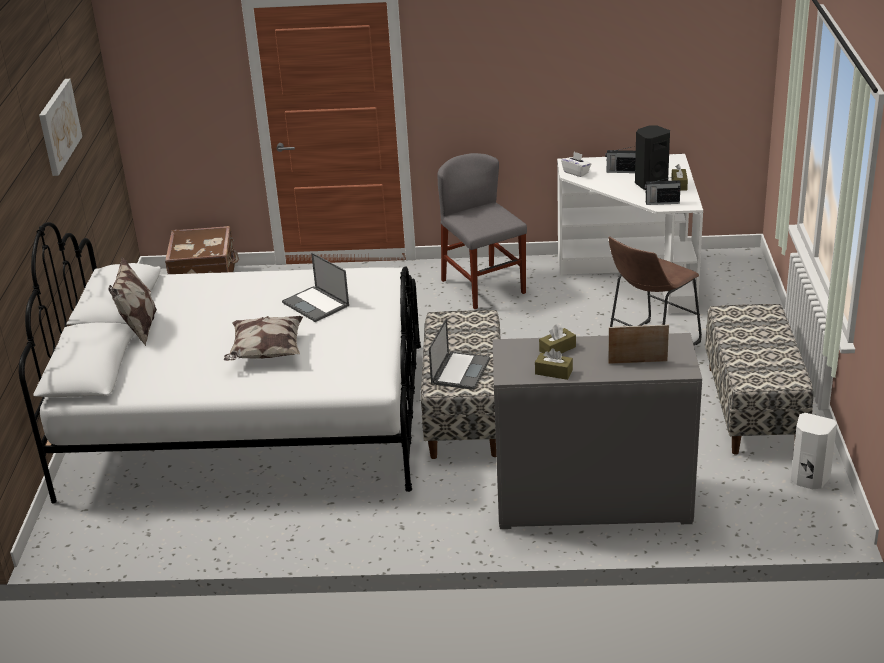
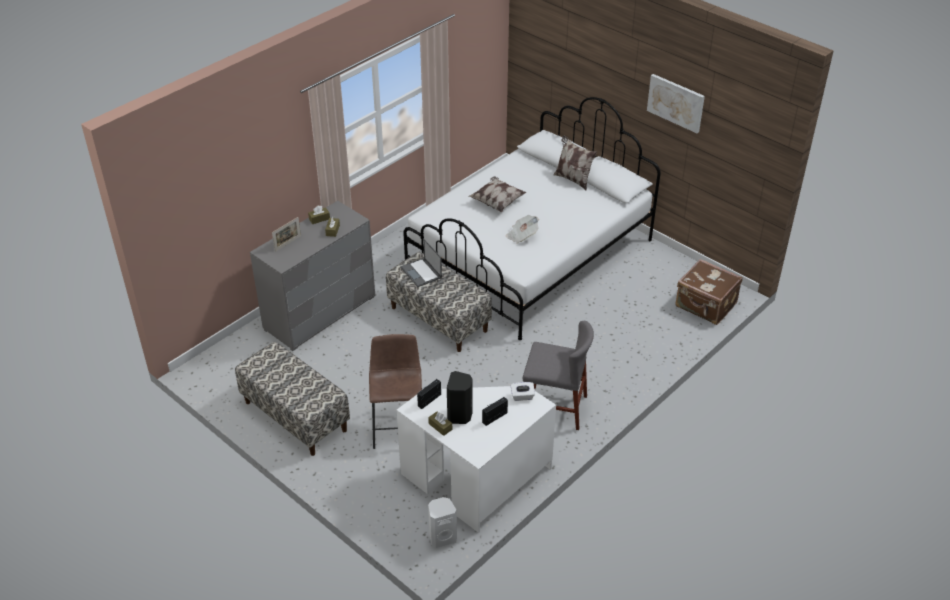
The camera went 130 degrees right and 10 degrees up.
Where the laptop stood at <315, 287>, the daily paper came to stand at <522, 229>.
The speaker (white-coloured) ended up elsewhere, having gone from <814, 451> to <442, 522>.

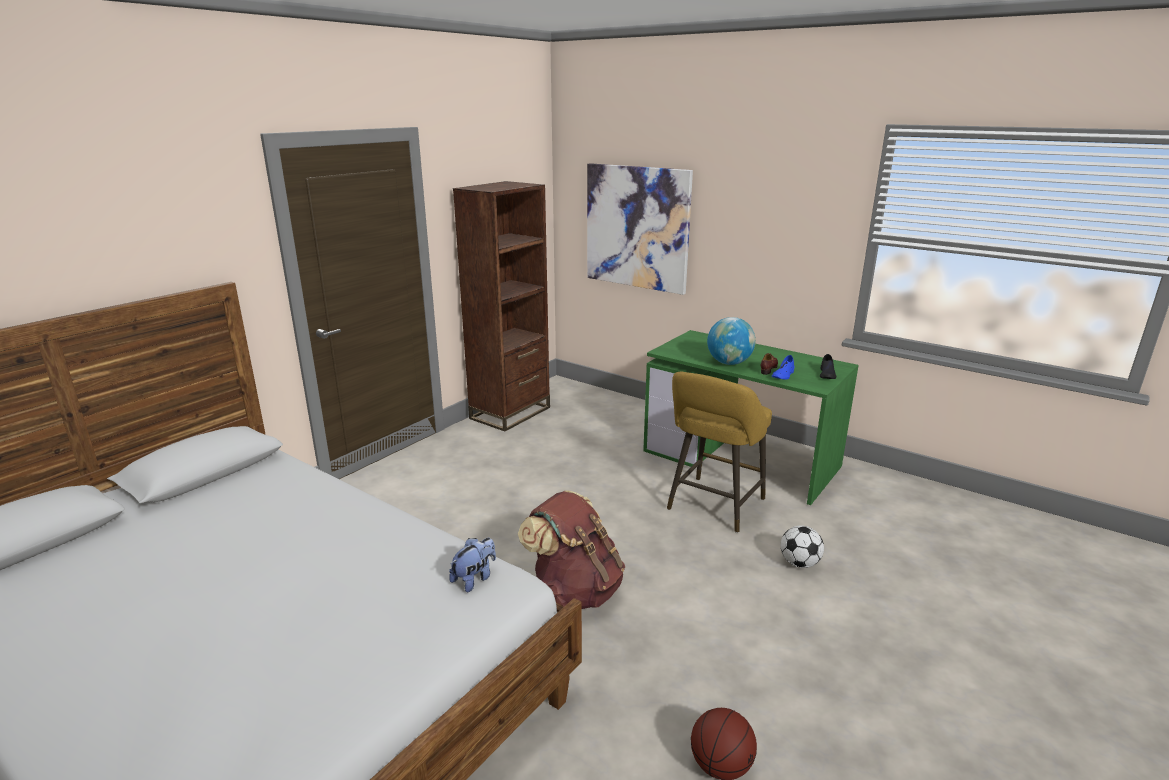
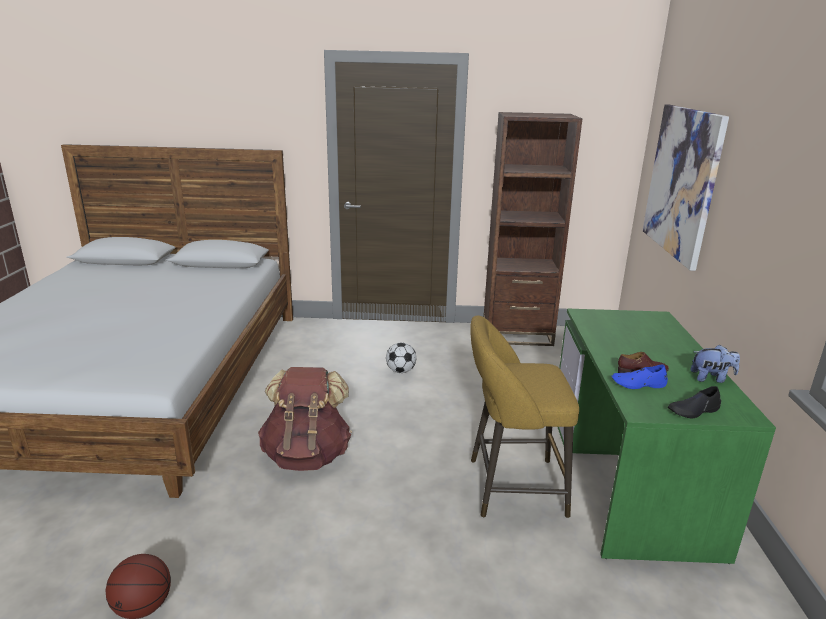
The camera went 55 degrees right and 0 degrees up.
The second view lost the desk globe at <731, 341>.
The ball for football ended up elsewhere, having gone from <802, 546> to <401, 358>.
The plush toy ended up elsewhere, having gone from <472, 565> to <715, 364>.

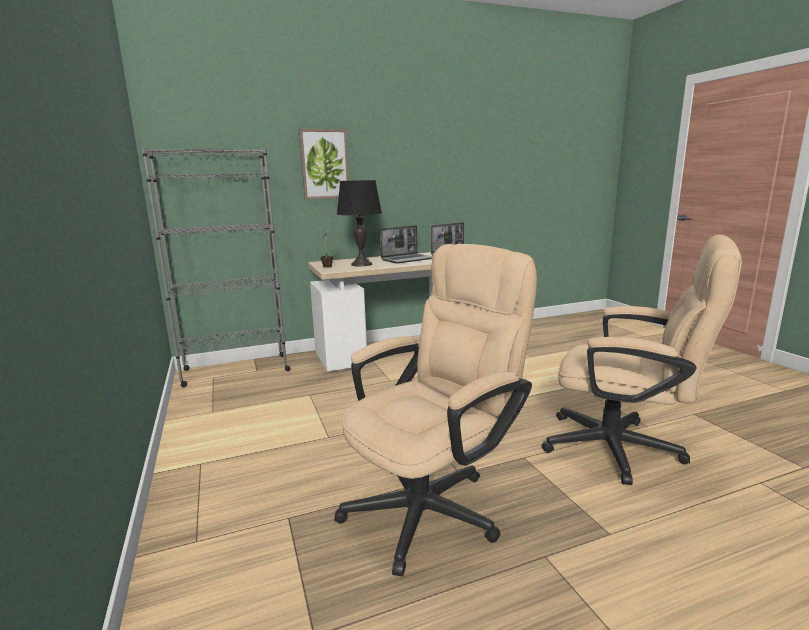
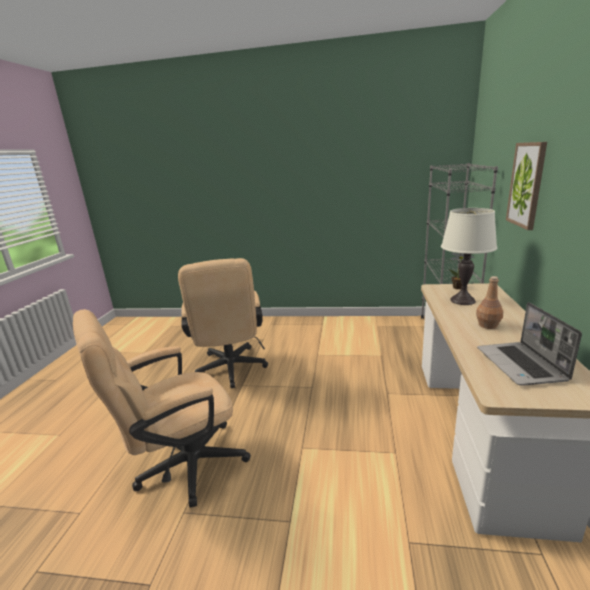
The camera went 120 degrees right and 5 degrees up.
What was the tabletop lamp (black-coloured) at <359, 223> turned into the tabletop lamp (white-coloured) at <469, 256>.
Where the laptop stood at <406, 244>, the drink bottle (brown-coloured) came to stand at <489, 302>.

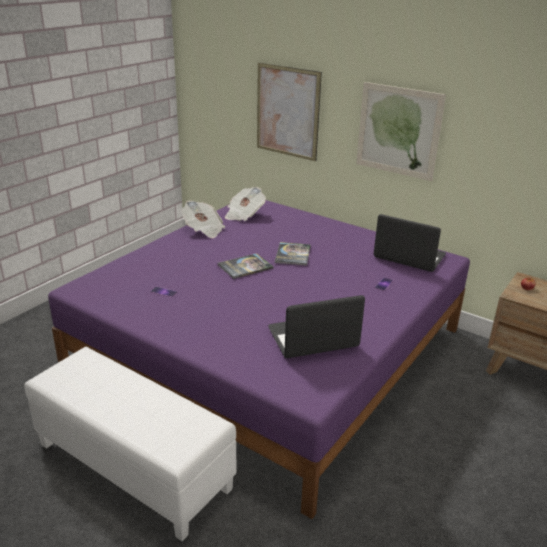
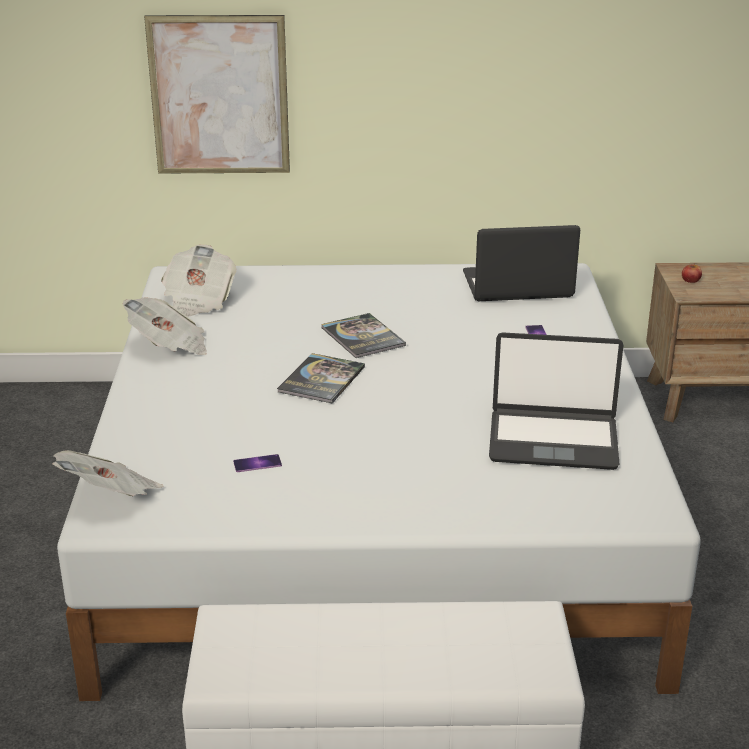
The camera went 35 degrees left and 0 degrees up.
The second view lost the wall art at <401, 131>.
What was the sleeping bed (purplish) at <259, 359> turned into the sleeping bed (white-coloured) at <379, 482>.
The laptop at <316, 326> ended up facing another way, 120 degrees counterclockwise from before.
The second view gained the daily paper at <107, 473>.

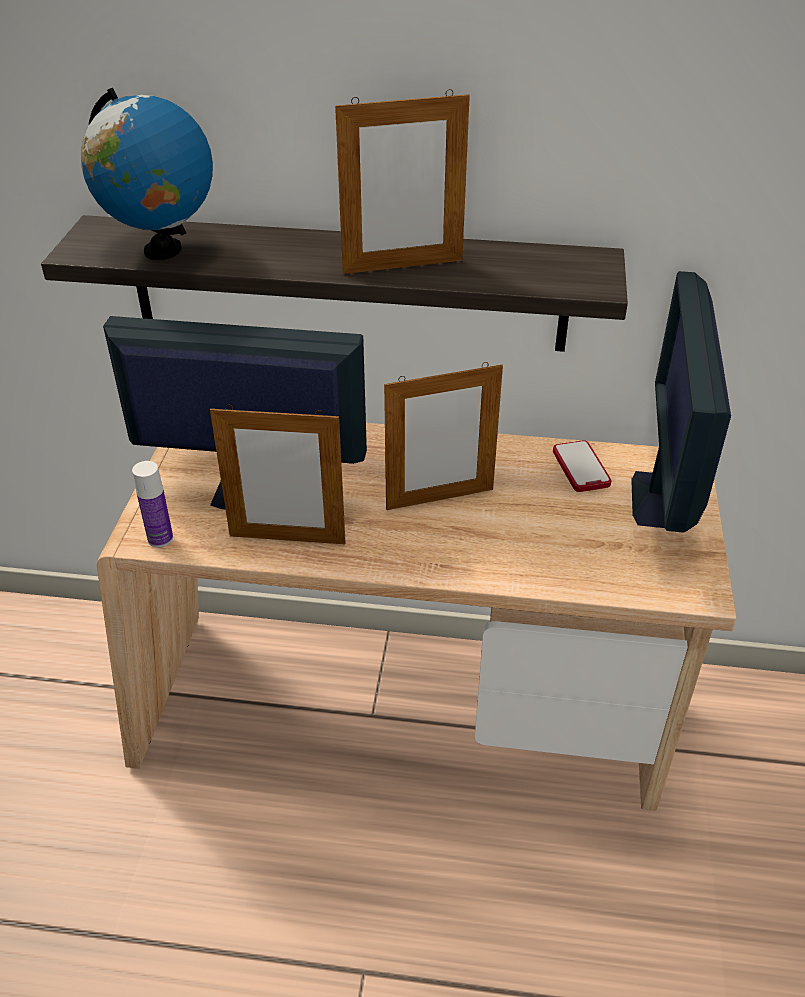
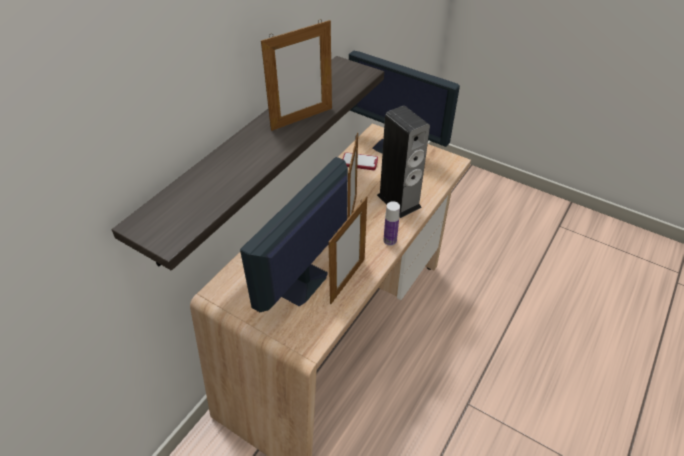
The camera went 65 degrees left and 5 degrees up.
The second view lost the desk globe at <147, 173>.
The picture frame at <402, 181> ended up facing another way, 45 degrees clockwise from before.
The drink bottle ended up elsewhere, having gone from <152, 504> to <391, 223>.
The second view gained the speaker at <403, 161>.

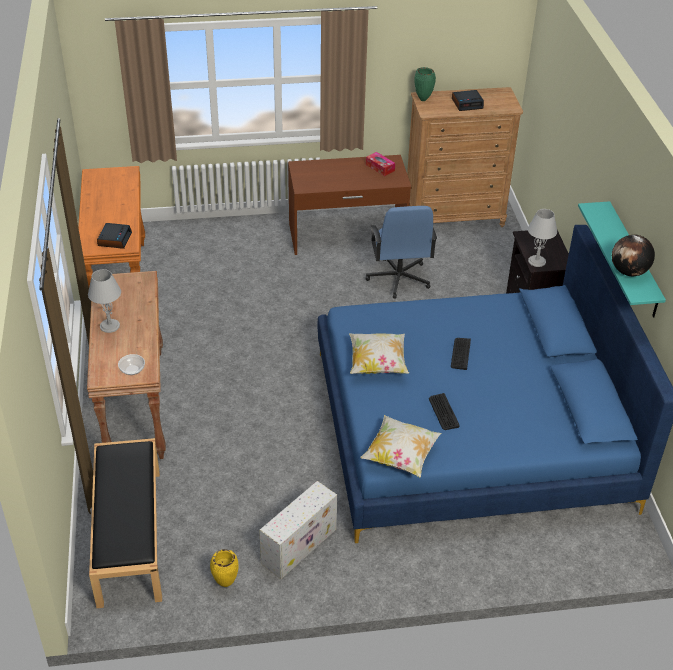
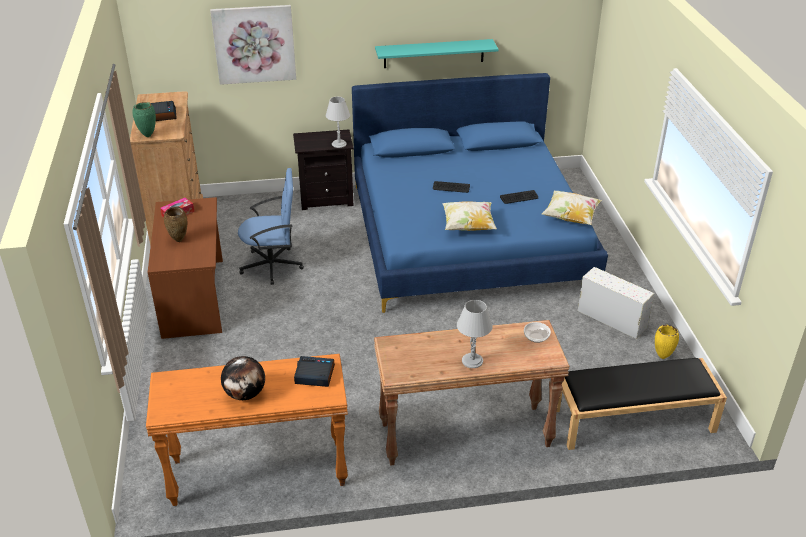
The camera went 90 degrees left and 5 degrees down.
The desk globe ended up elsewhere, having gone from <633, 255> to <243, 378>.
The second view gained the wall art at <253, 45>.
The second view gained the decorative vase (brown-coloured) at <175, 224>.

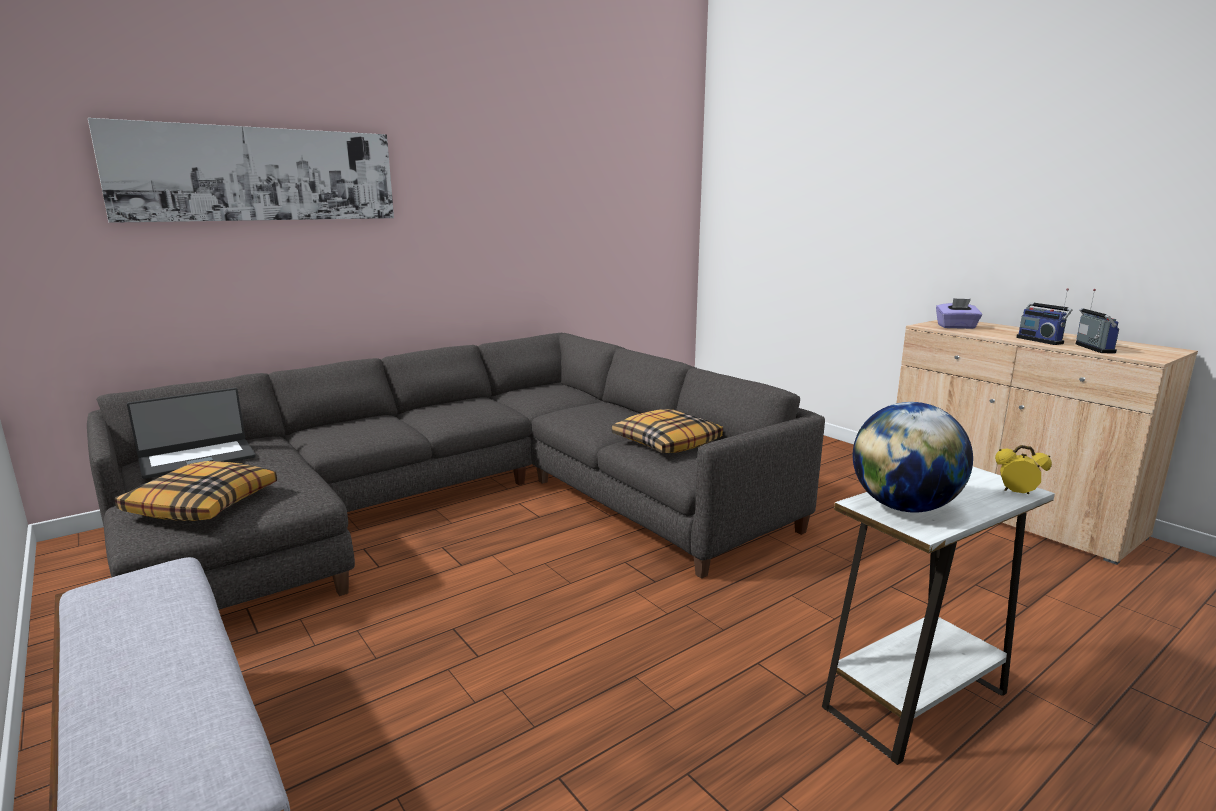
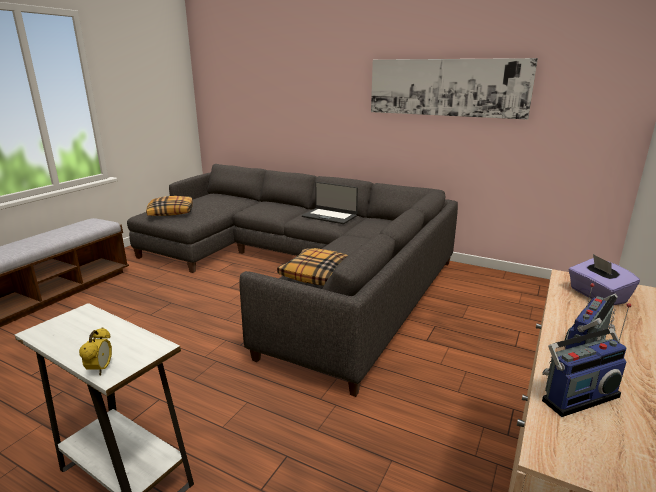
The camera went 65 degrees right and 5 degrees up.
The wall art ended up elsewhere, having gone from <241, 170> to <454, 89>.
The laptop ended up elsewhere, having gone from <191, 433> to <330, 203>.
The second view lost the desk globe at <913, 457>.

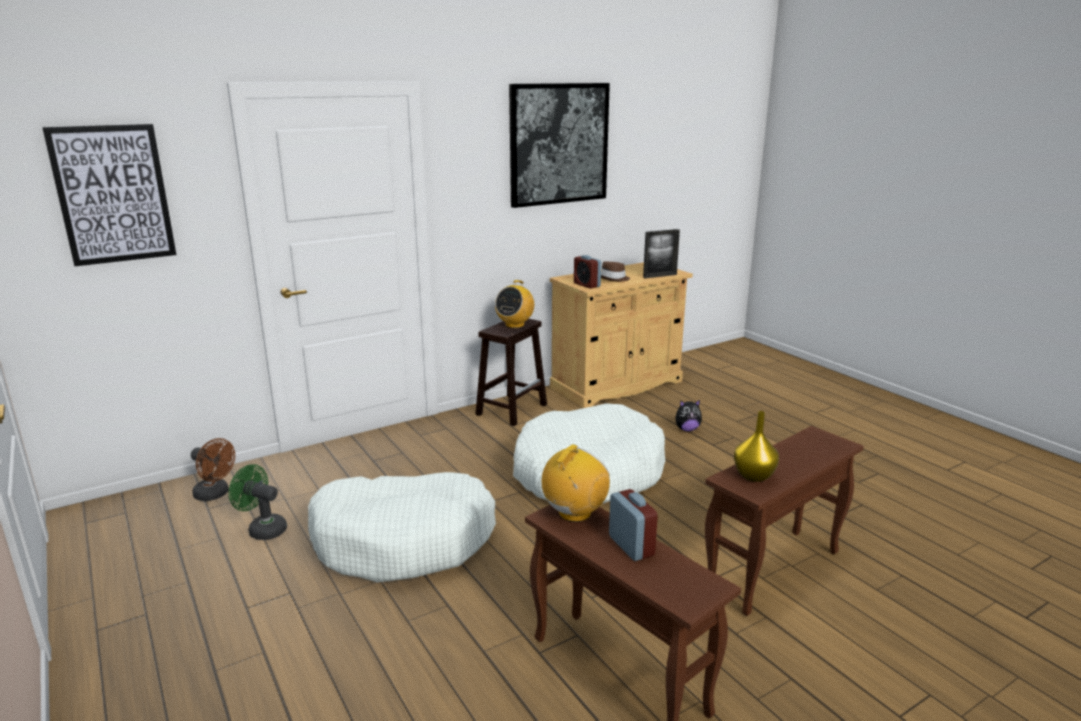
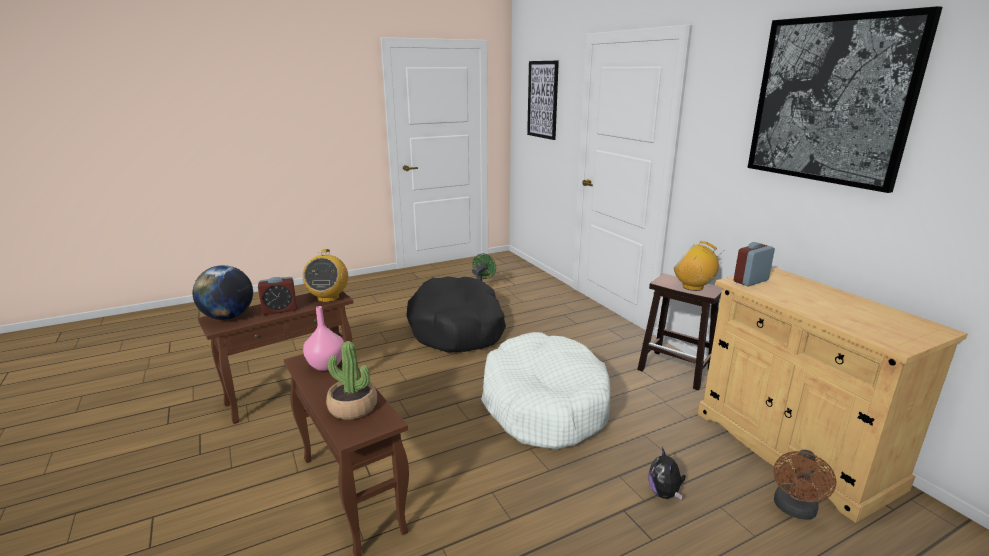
The camera went 95 degrees right and 0 degrees up.
The second view lost the picture frame at <661, 253>.
The second view lost the clothing hat (brown-coloured) at <615, 271>.
What was the decorative vase (yellowish) at <756, 446> turned into the decorative vase (pinkish) at <323, 338>.
The cooling fan (brown-coloured) ended up elsewhere, having gone from <213, 469> to <805, 485>.
The radio receiver at <576, 483> ended up facing another way, 45 degrees clockwise from before.
What was the dog cushion (white-coloured) at <402, 527> turned into the dog cushion (black-coloured) at <456, 314>.
The second view gained the desk globe at <222, 292>.
The second view gained the houseplant at <351, 380>.

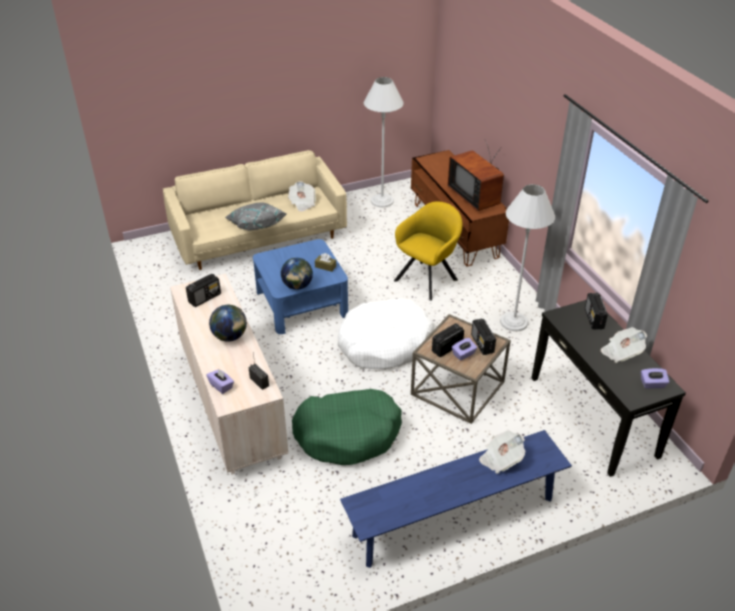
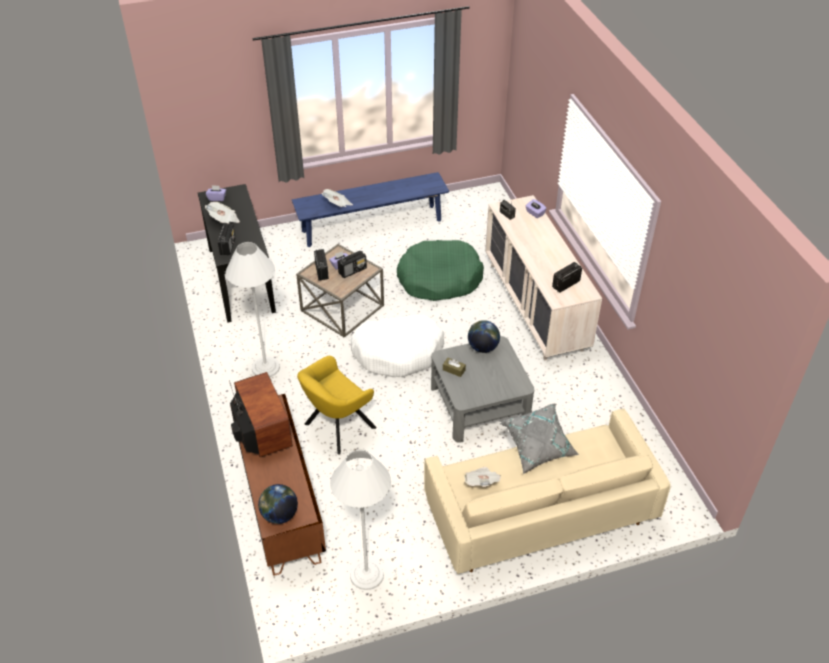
The camera went 175 degrees left and 5 degrees up.
What was the low table (blue-coloured) at <300, 286> turned into the low table (gray) at <482, 389>.
The desk globe ended up elsewhere, having gone from <228, 323> to <278, 504>.

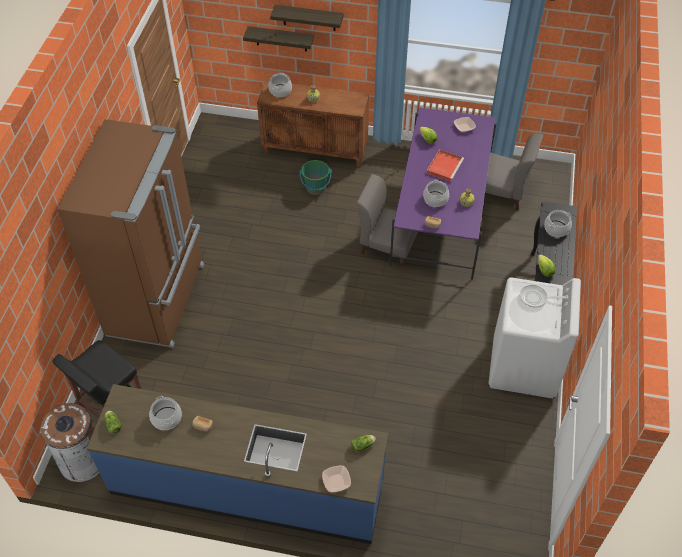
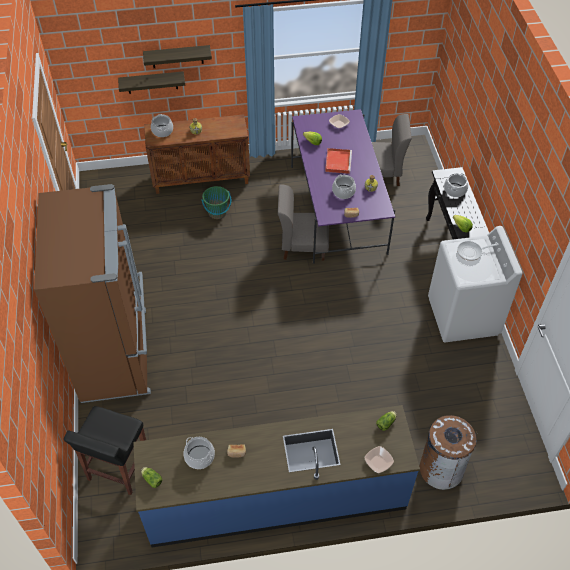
The camera went 20 degrees left and 0 degrees up.
The trash can (brown-coloured) ended up elsewhere, having gone from <69, 442> to <448, 452>.

